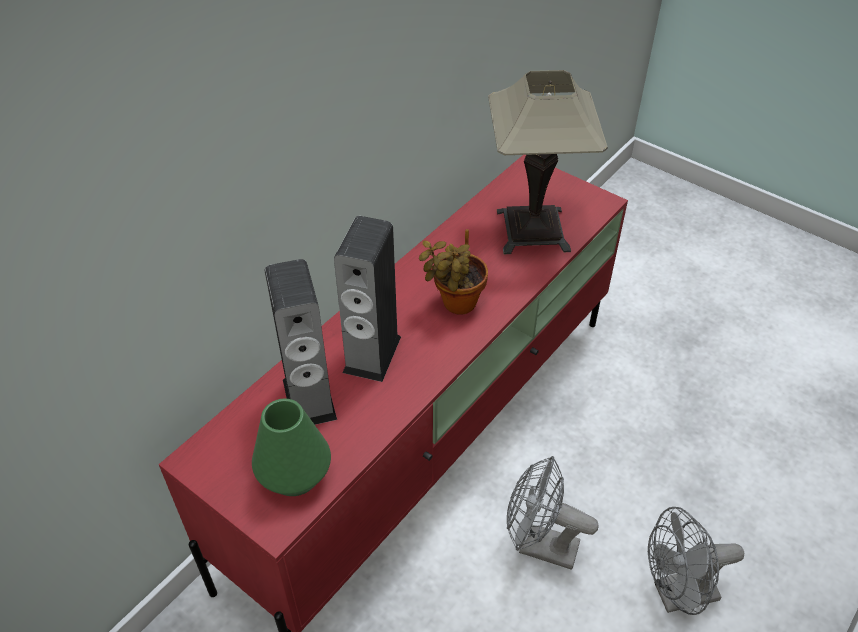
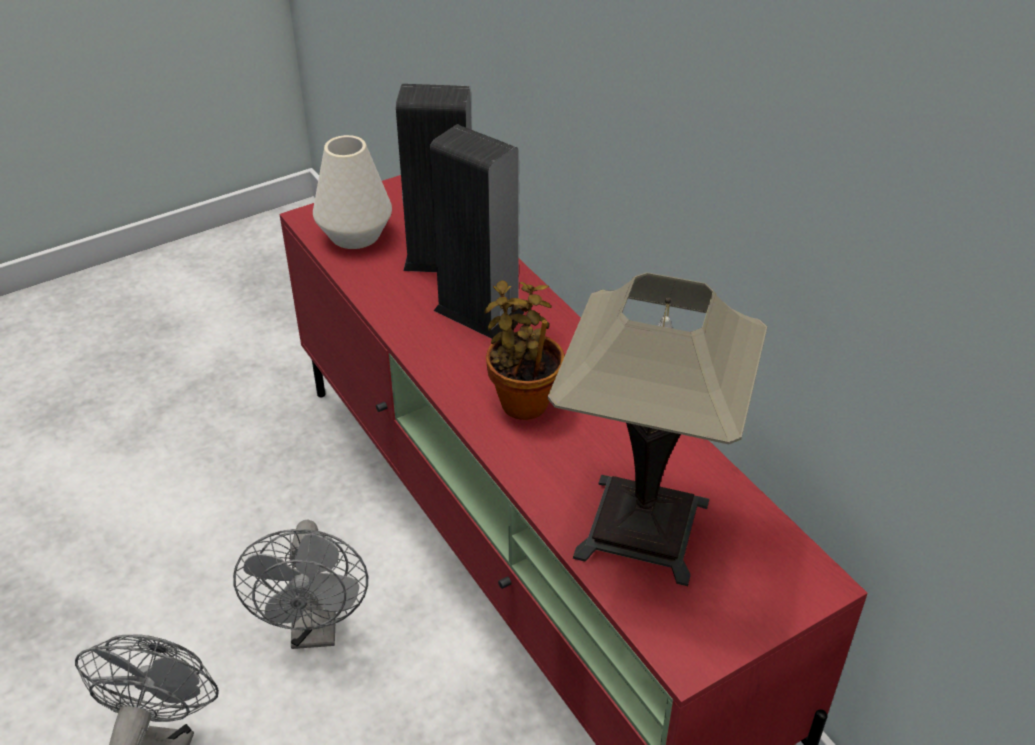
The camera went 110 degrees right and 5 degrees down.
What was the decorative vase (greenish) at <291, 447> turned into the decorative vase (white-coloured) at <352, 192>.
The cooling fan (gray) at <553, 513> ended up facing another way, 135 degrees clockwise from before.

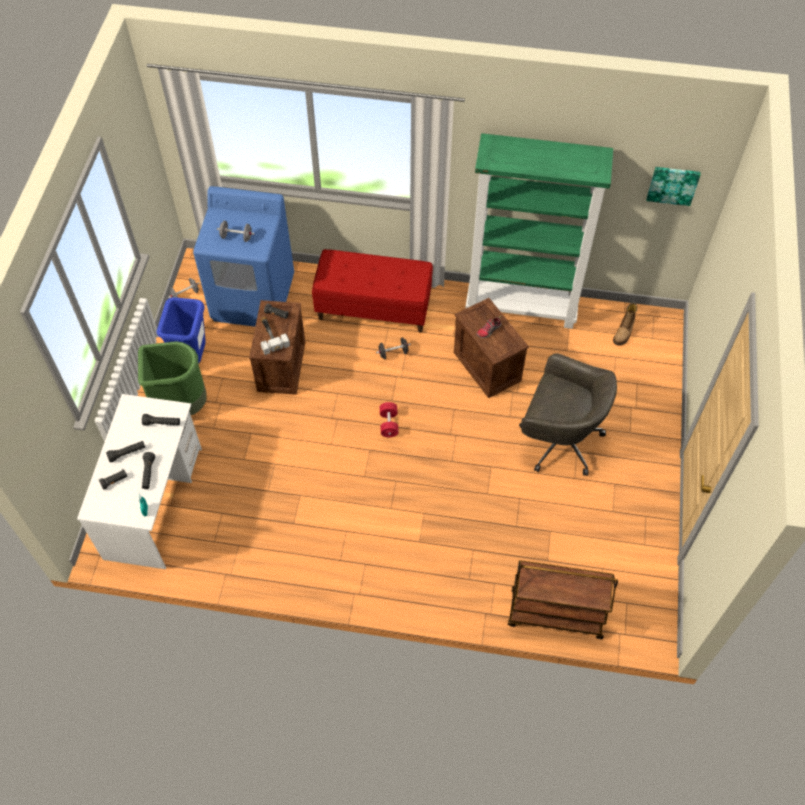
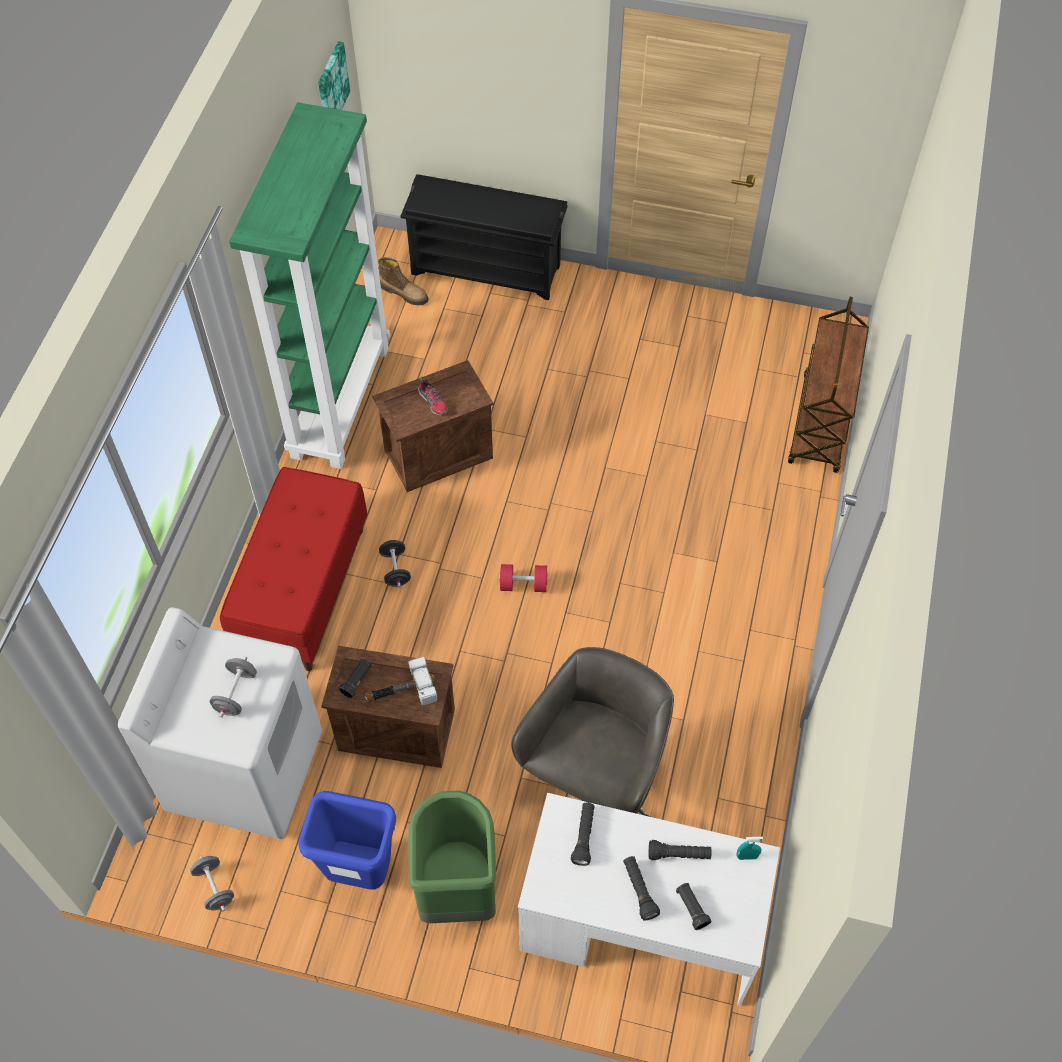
The camera went 85 degrees left and 0 degrees up.
What was the laundry appliance (blue-coloured) at <243, 256> turned into the laundry appliance (white-coloured) at <220, 723>.
The computer chair (gray) ended up elsewhere, having gone from <568, 414> to <592, 732>.
The second view gained the shoe stand (black-coloured) at <484, 237>.

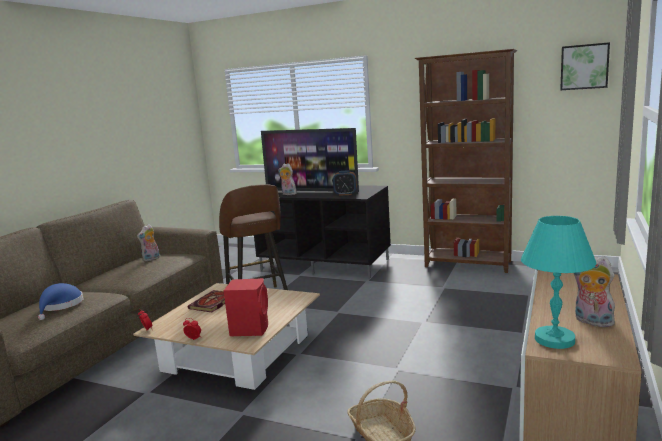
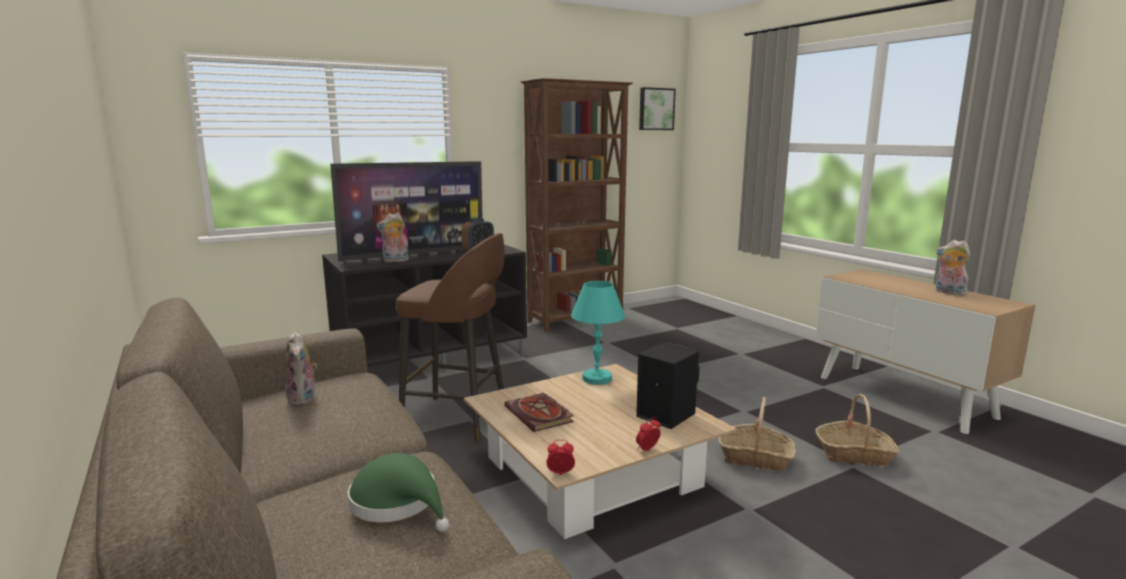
The camera went 55 degrees left and 0 degrees up.
The tabletop lamp (turquoise-coloured) ended up elsewhere, having gone from <558, 282> to <598, 333>.
The plush toy at <596, 291> ended up facing another way, 60 degrees clockwise from before.
What was the speaker (red-coloured) at <246, 307> turned into the speaker (black-coloured) at <668, 385>.
What was the clothing hat (blue-coloured) at <60, 301> turned into the clothing hat (greenish) at <398, 492>.
The second view gained the basket at <757, 434>.

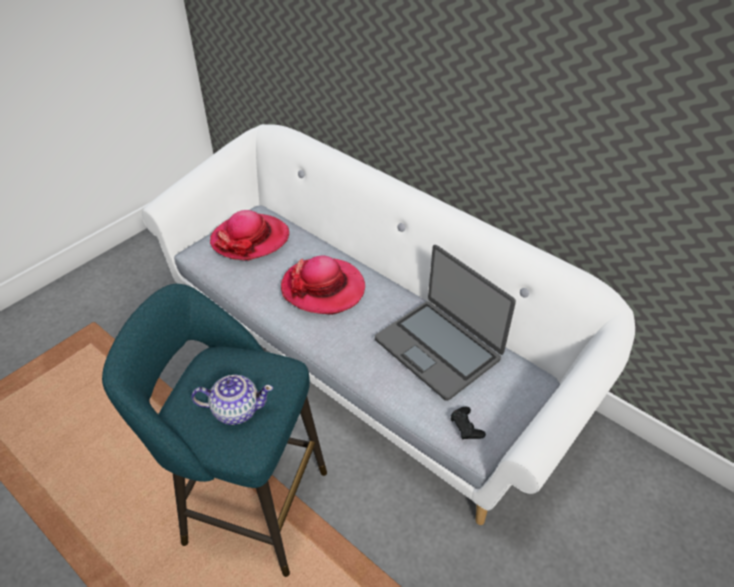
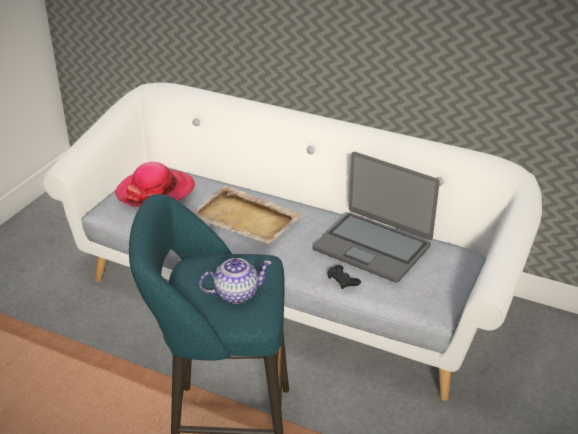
The camera went 15 degrees left and 10 degrees down.
Where the clothing hat stood at <323, 285>, the serving tray (beige) came to stand at <248, 215>.
The gamepad (black-coloured) ended up elsewhere, having gone from <468, 423> to <344, 277>.

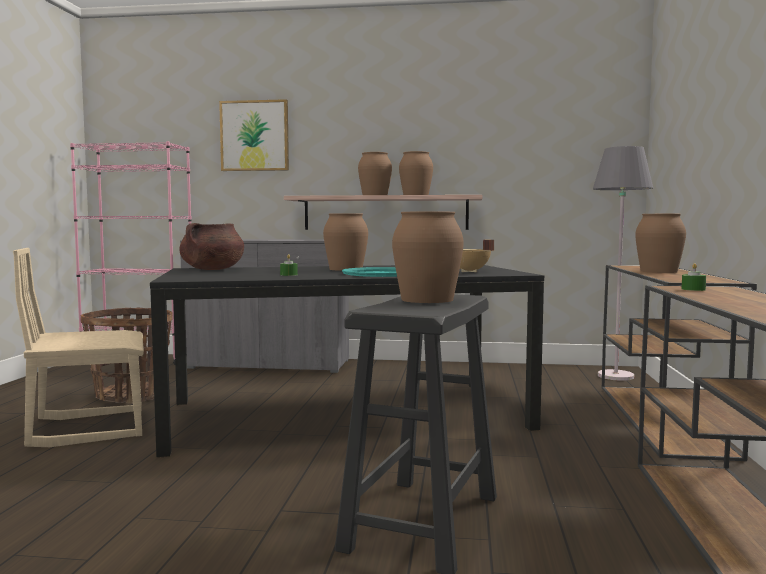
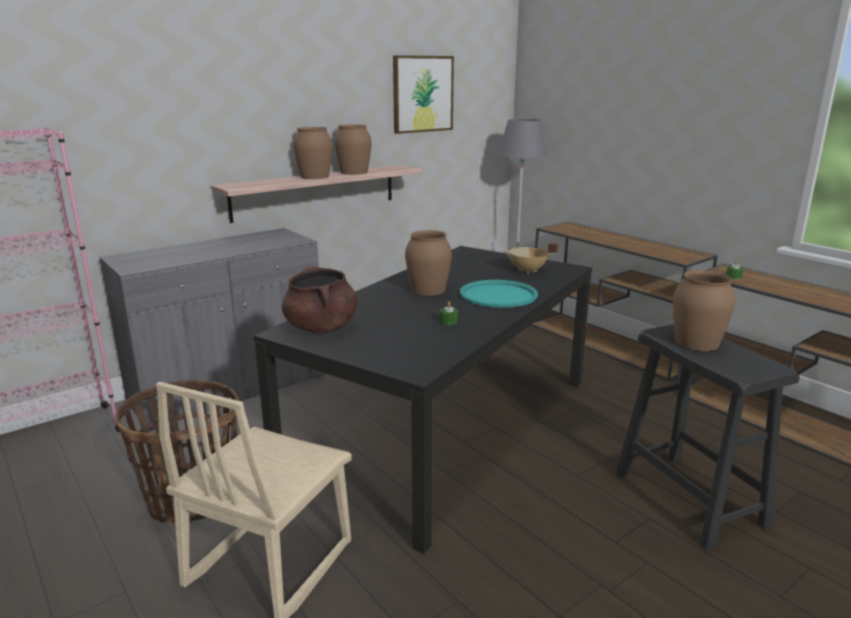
The camera went 45 degrees left and 15 degrees up.
The wall art ended up elsewhere, having gone from <254, 135> to <423, 94>.
The second view lost the decorative vase (brown-coloured) at <660, 243>.

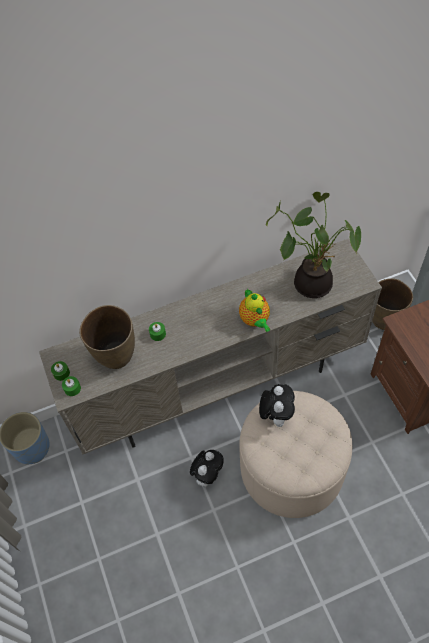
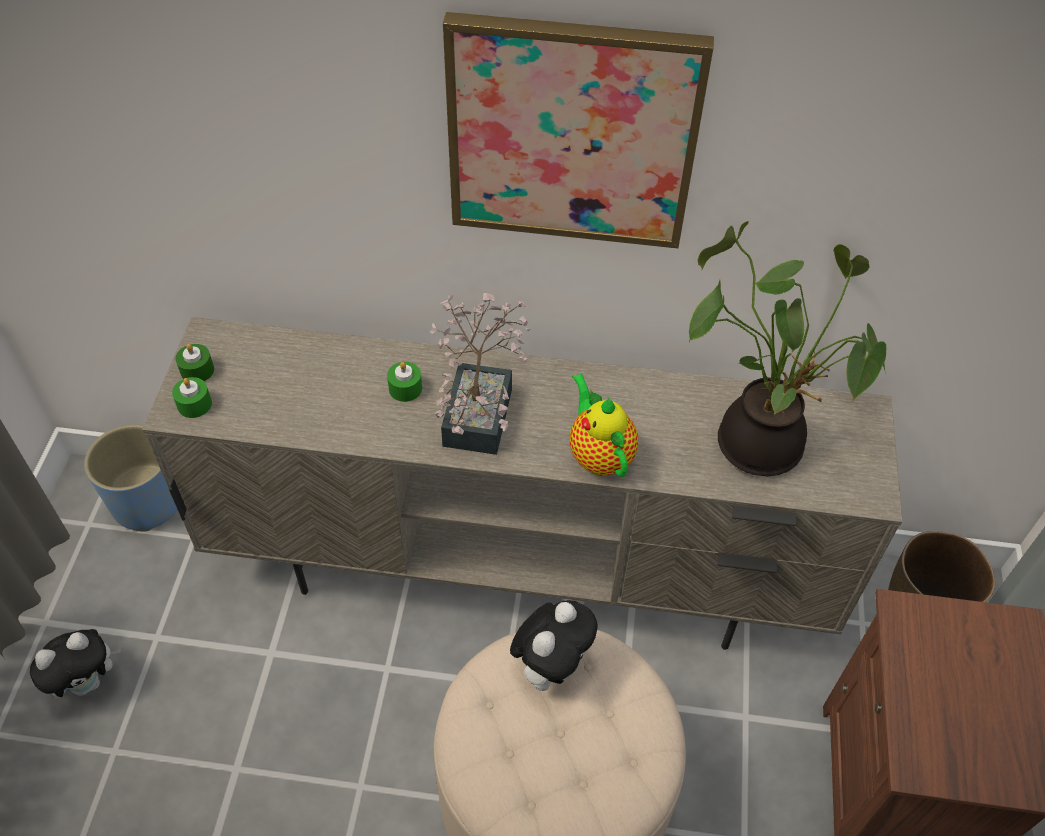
The camera went 25 degrees right and 5 degrees down.
The pot for tea at <254, 310> ended up facing another way, 150 degrees clockwise from before.
The second view lost the decorative vase (brown-coloured) at <107, 337>.
The plush toy ended up elsewhere, having gone from <207, 468> to <75, 664>.
The second view gained the wall art at <578, 130>.
The second view gained the houseplant at <480, 374>.

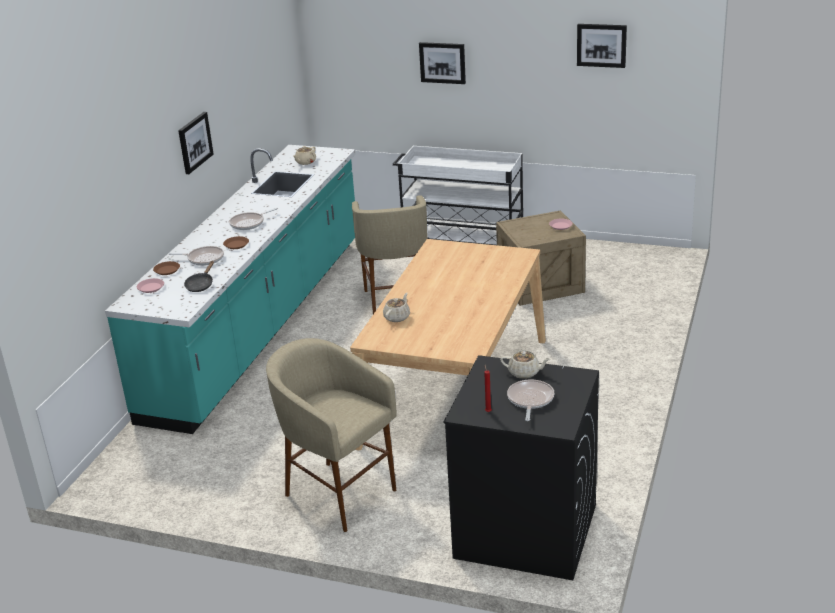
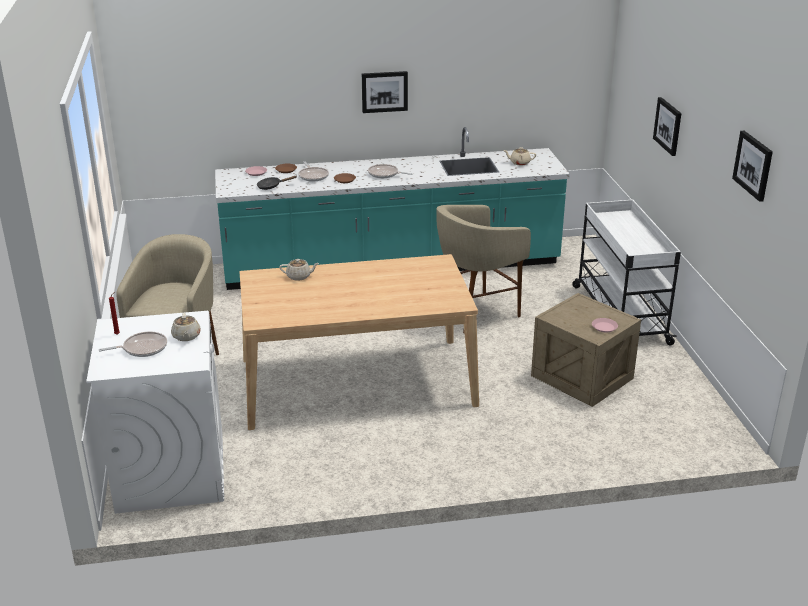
The camera went 60 degrees right and 0 degrees up.
What was the laundry appliance (black-coloured) at <521, 467> turned into the laundry appliance (white-coloured) at <155, 412>.

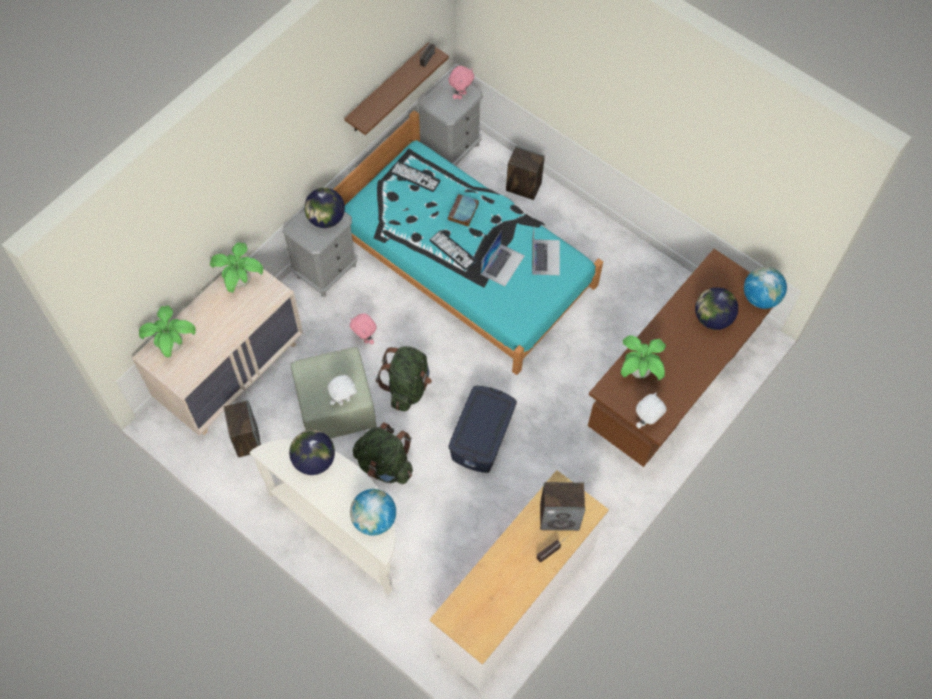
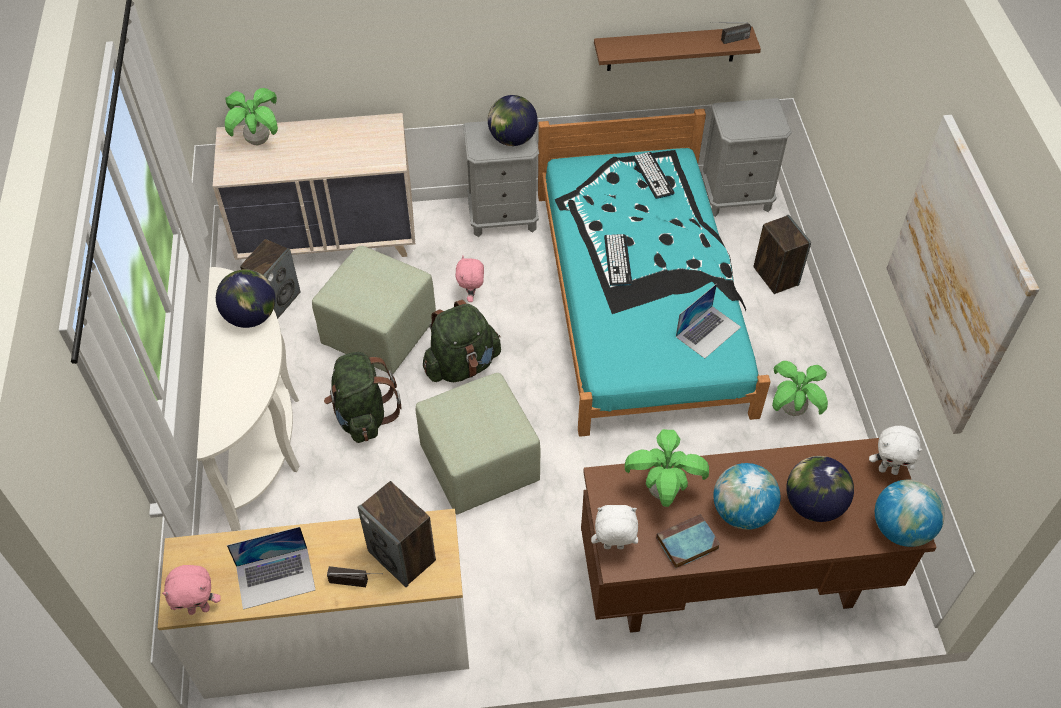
The camera went 45 degrees right and 10 degrees down.
The plush toy (pinkish) ended up elsewhere, having gone from <461, 83> to <191, 590>.
The bound book ended up elsewhere, having gone from <463, 210> to <688, 541>.
The laptop ended up elsewhere, having gone from <503, 258> to <271, 568>.
The houseplant ended up elsewhere, having gone from <237, 267> to <800, 388>.
The plush toy (white-coloured) ended up elsewhere, having gone from <342, 390> to <895, 450>.
Where the storage bin (blue-coloured) stood at <482, 429>, the ottoman (greenish) came to stand at <478, 444>.
The desk globe ended up elsewhere, having gone from <373, 512> to <746, 496>.
The second view gained the wall art at <962, 274>.

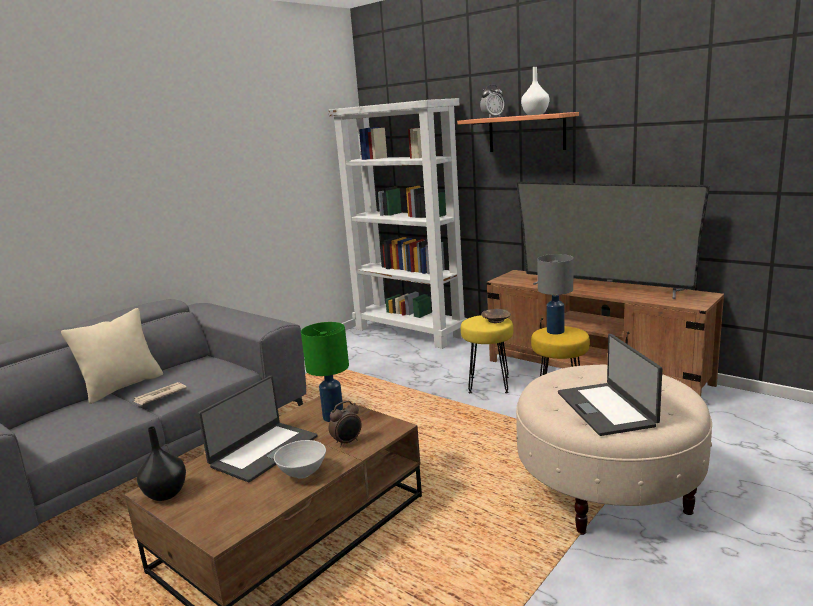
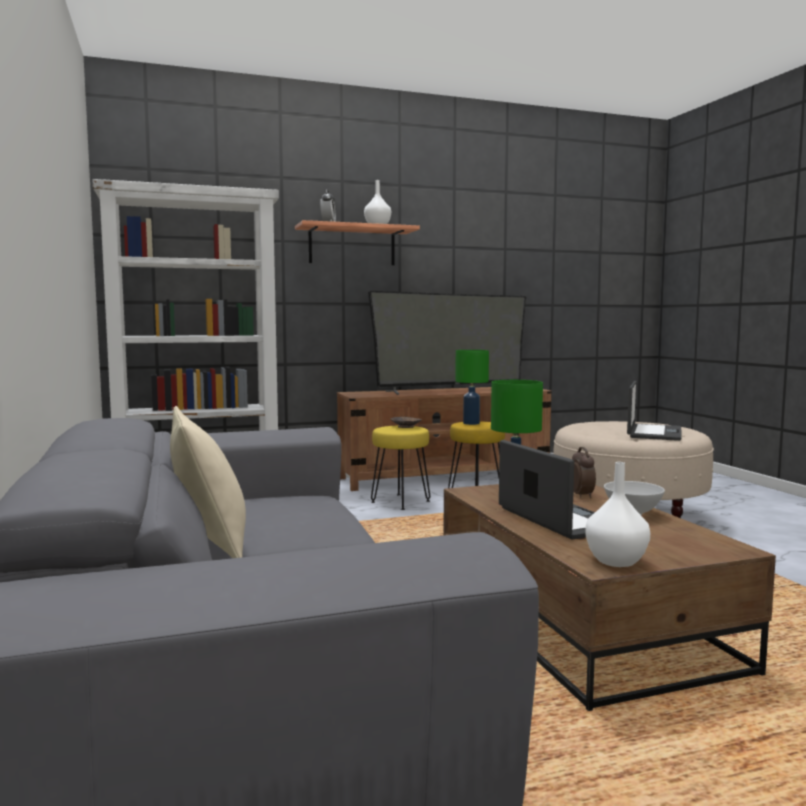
The camera went 60 degrees left and 10 degrees down.
What was the tabletop lamp (gray) at <555, 294> turned into the tabletop lamp (greenish) at <472, 387>.
The laptop at <610, 385> ended up facing another way, 90 degrees counterclockwise from before.
The second view lost the daily paper at <160, 393>.
What was the decorative vase (black-coloured) at <161, 463> turned into the decorative vase (white-coloured) at <617, 514>.

